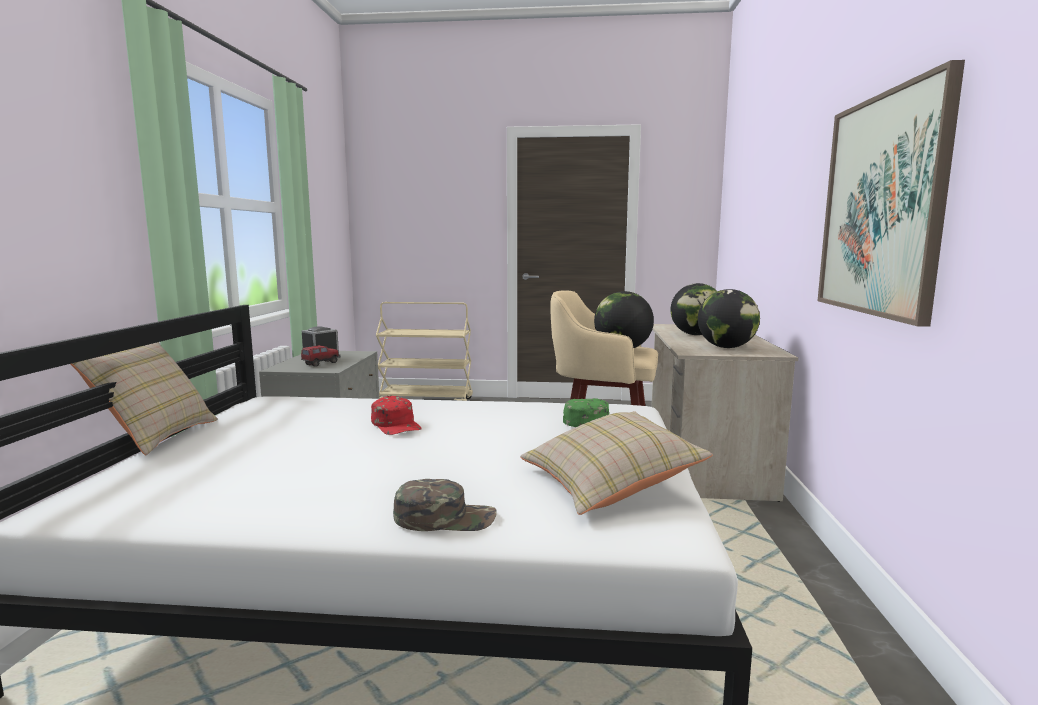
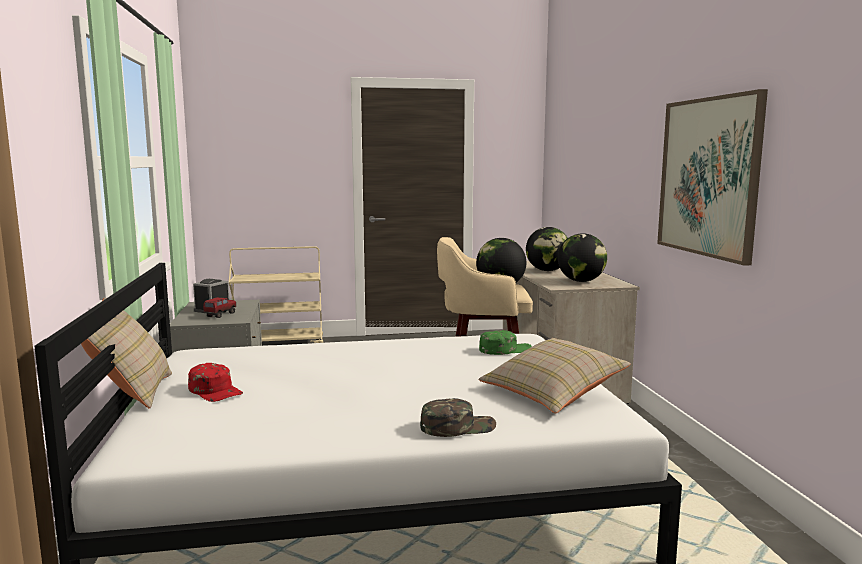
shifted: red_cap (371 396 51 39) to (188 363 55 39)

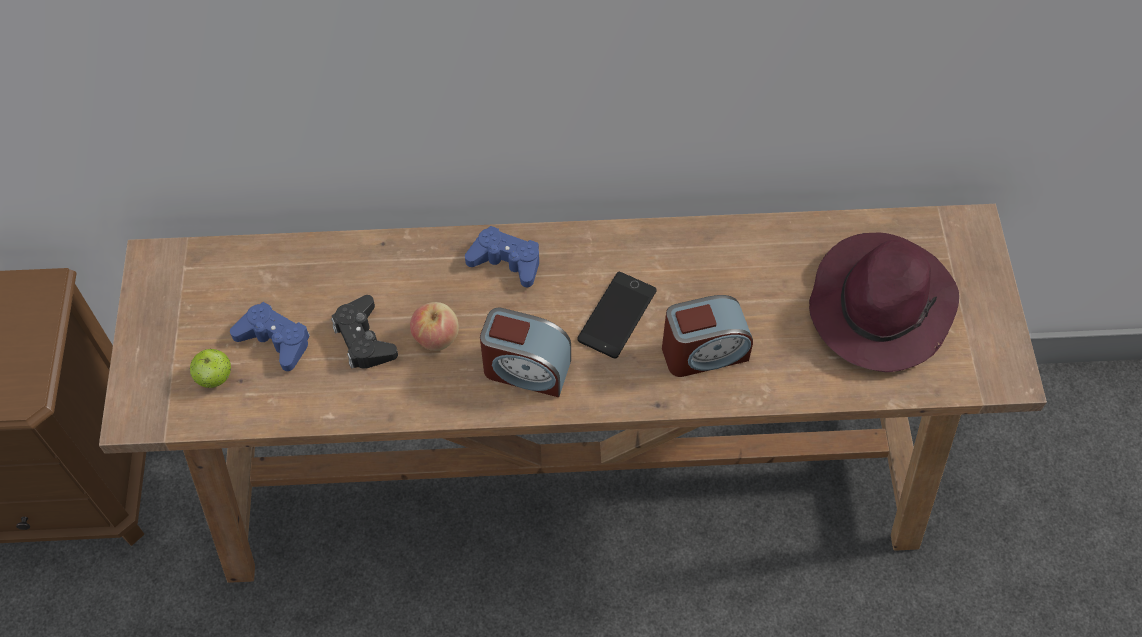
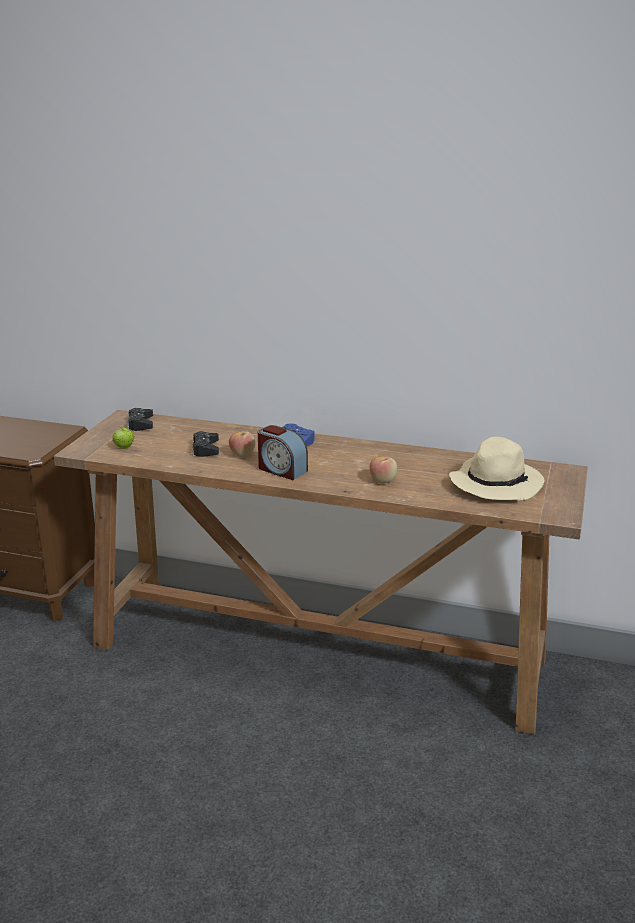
gone: blue_game_controller (230 302 80 69); phone (577 272 80 87)
new: black_game_controller (128 408 25 23)
swapped: alarm_clock (662 295 91 82) to apple (369 456 28 27)
repainted: purple_hat (809 232 150 140) to beige_hat (449 437 95 64)

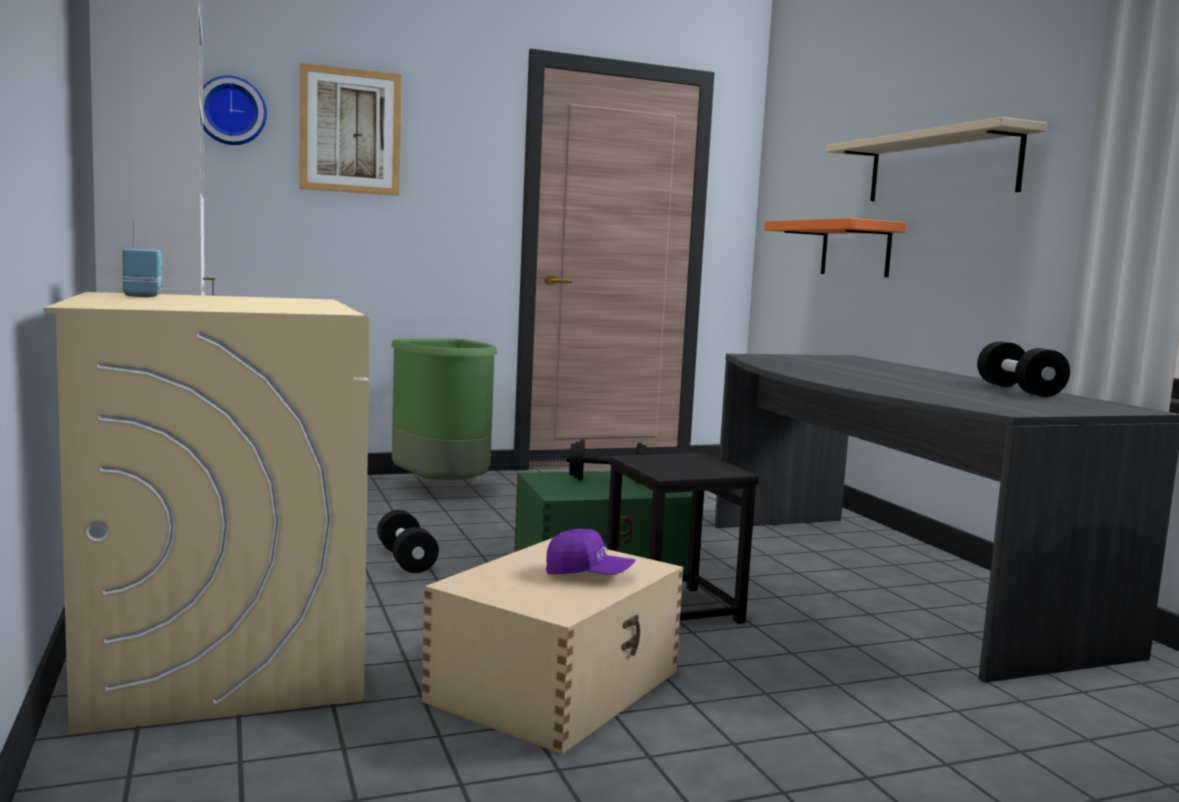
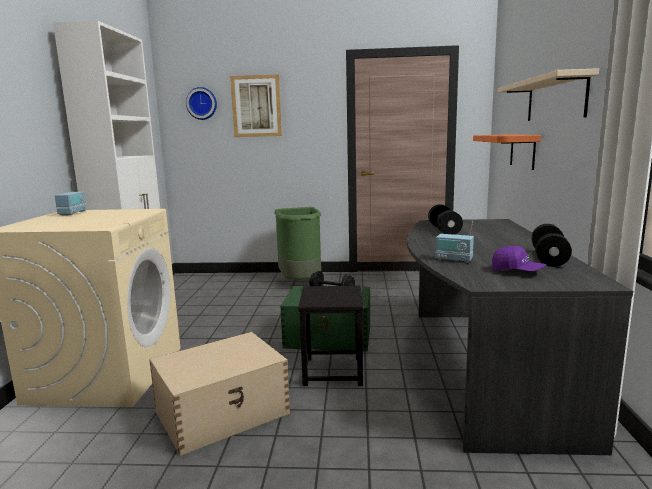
new: radio (436 221 38 42)
shifted: black_dumbbell (377 510 62 63) to (428 204 35 31); purple_cap (546 529 90 46) to (492 246 55 25)

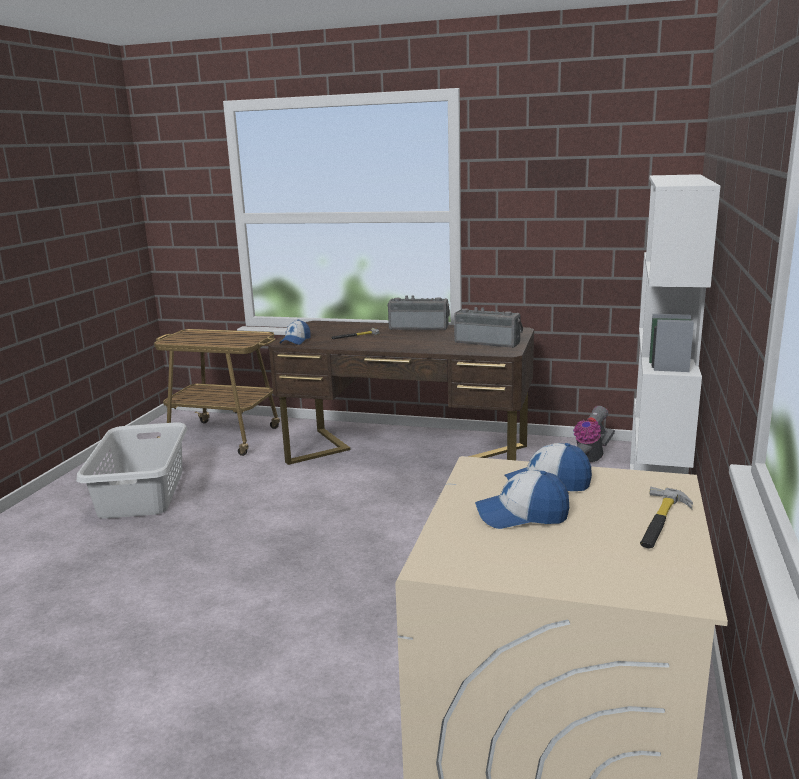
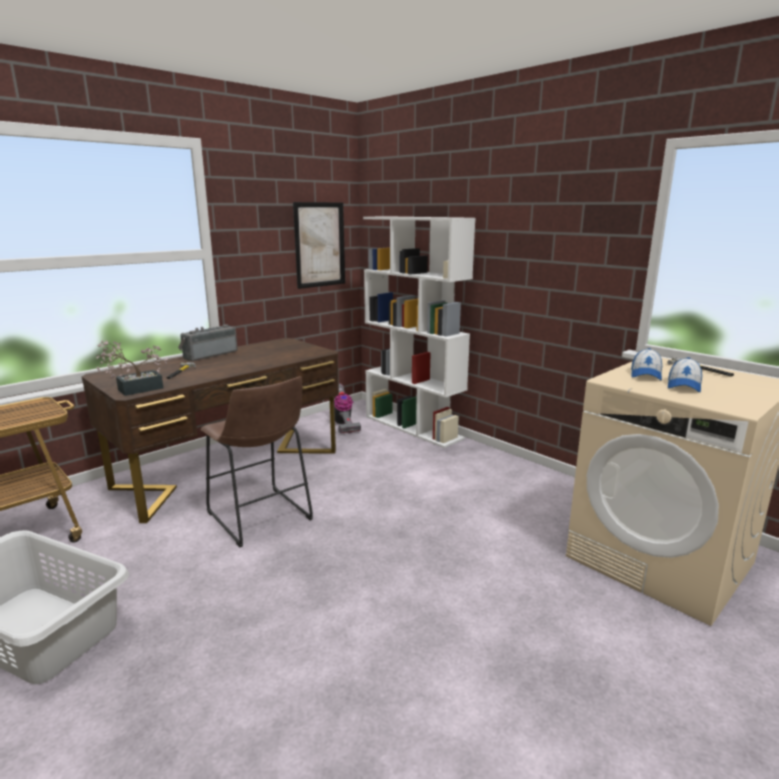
gone: radio (454 307 69 41)
new: brown_stool (201 376 112 171); picture (293 202 52 87)
swapped: cap (280 319 31 26) to potted_plant (96 340 72 56)

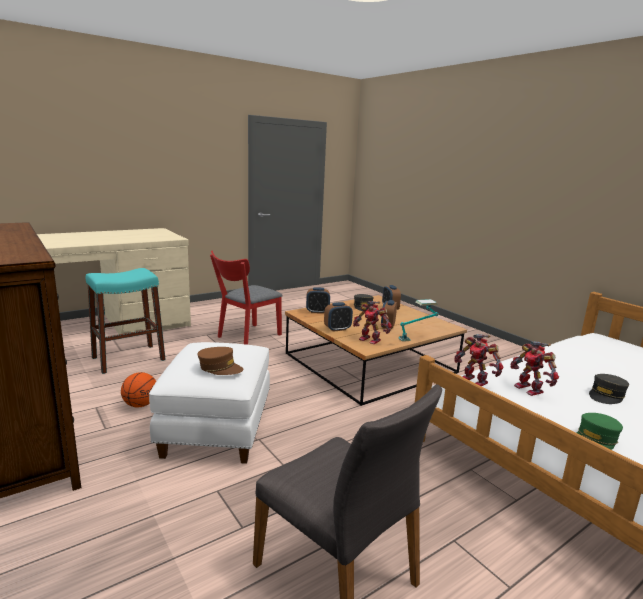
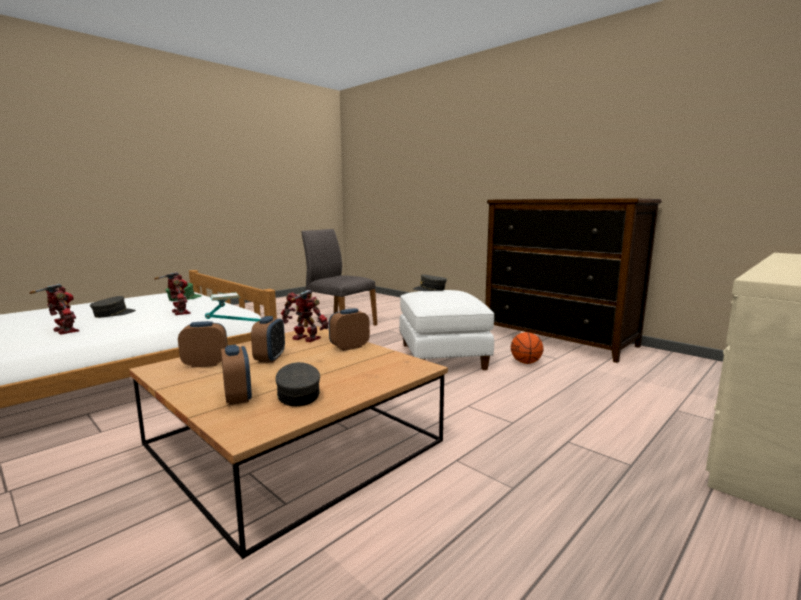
gone: turquoise_stool (86 268 80 106); red_chair (210 251 72 94)
shifted: toy_robot (454 334 50 52) to (29 284 50 50); alarm_clock (306 287 24 27) to (178 321 49 47)
repainted: brown_cap (197 347 46 28) to grey_cap (413 274 34 17)

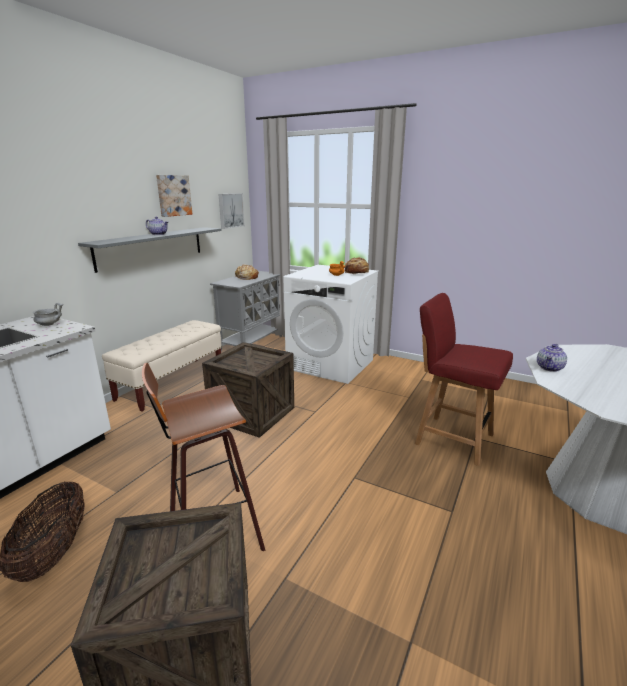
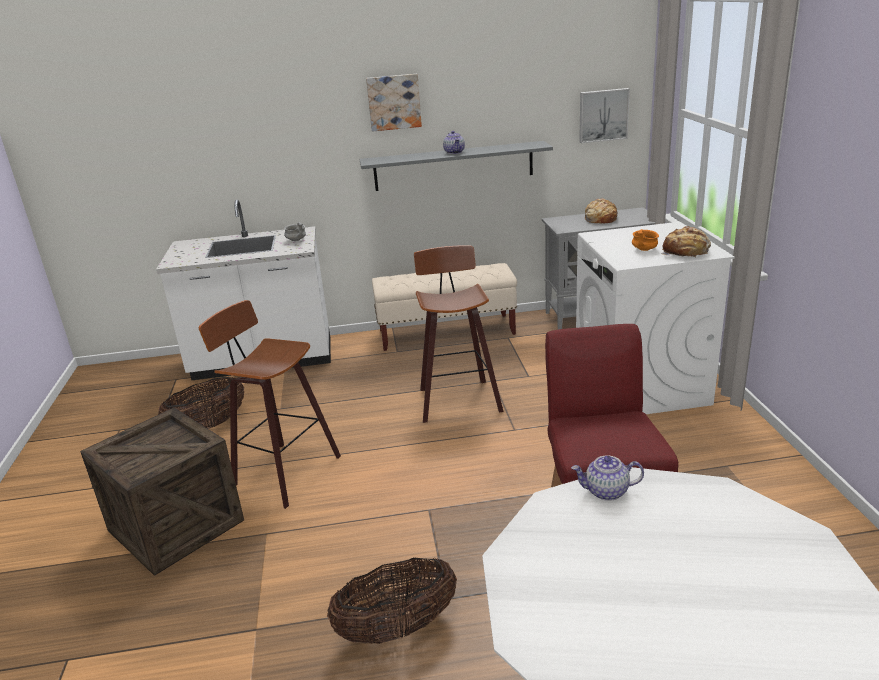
new: basket (327 558 130 86)
shifted: picture (156 175 36 42) to (366 74 56 57)
swapped: crate (202 342 92 96) to stool (414 245 90 178)

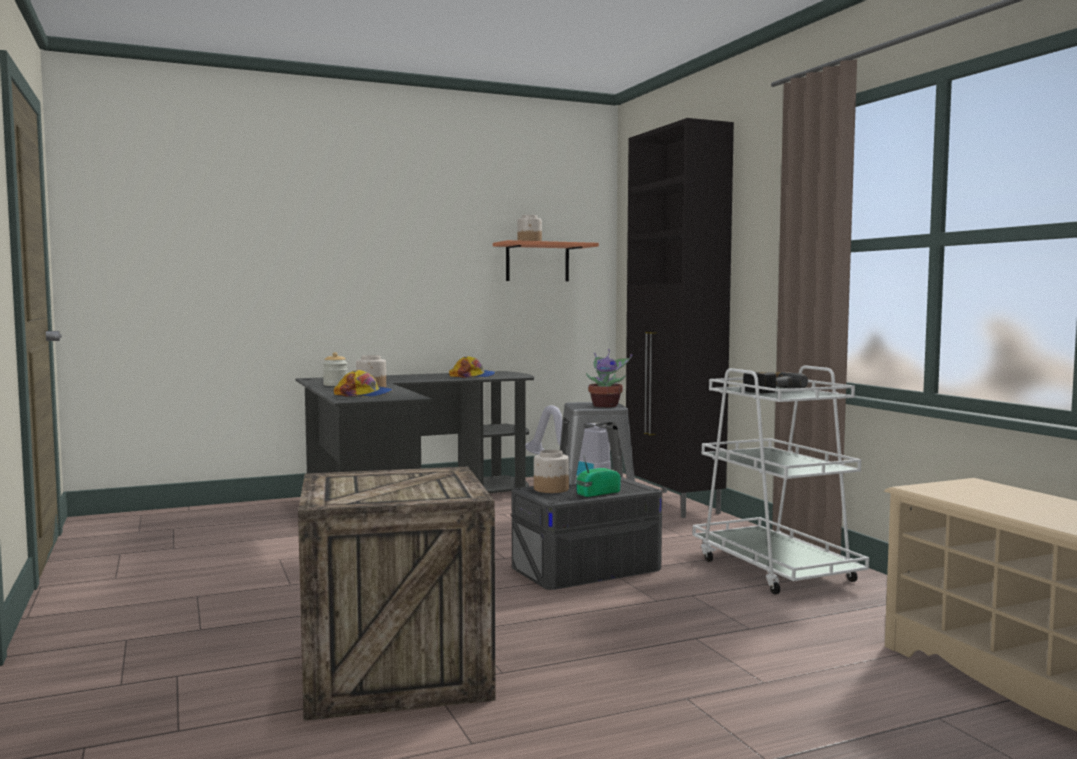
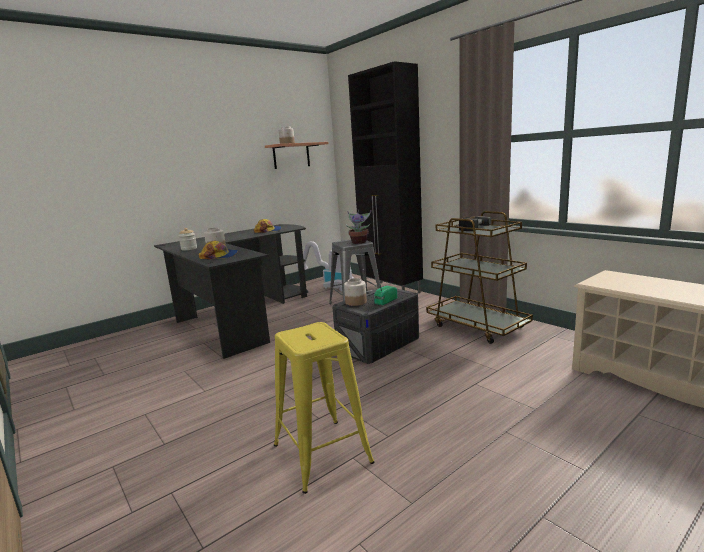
swapped: crate (298 467 198 254) to yellow_stool (274 322 101 172)
repainted: white_cart (693 365 176 230) to brown_cart (426 211 107 133)

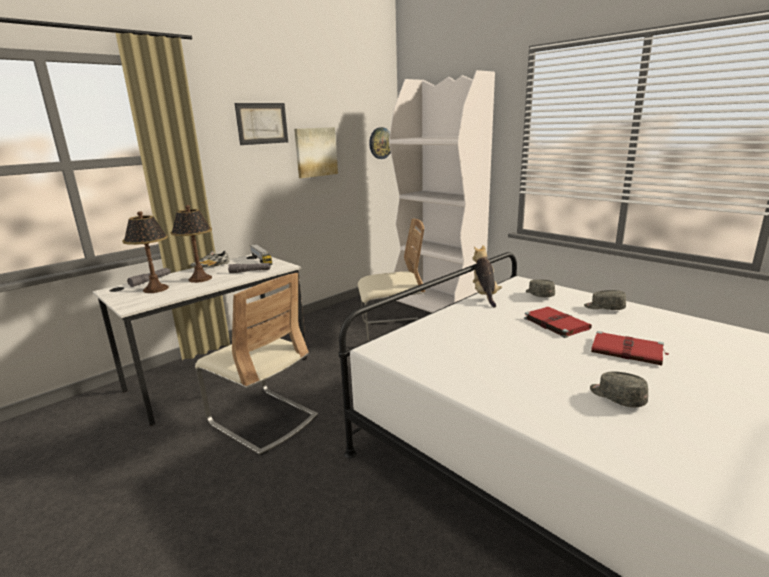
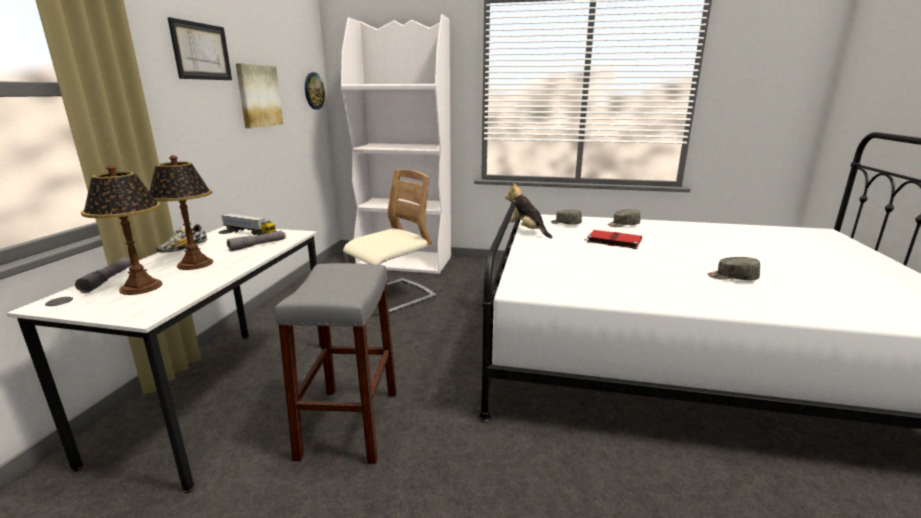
gone: red_book (591 331 78 35)
swapped: beige_chair (195 273 123 182) to grey_stool (275 263 122 201)

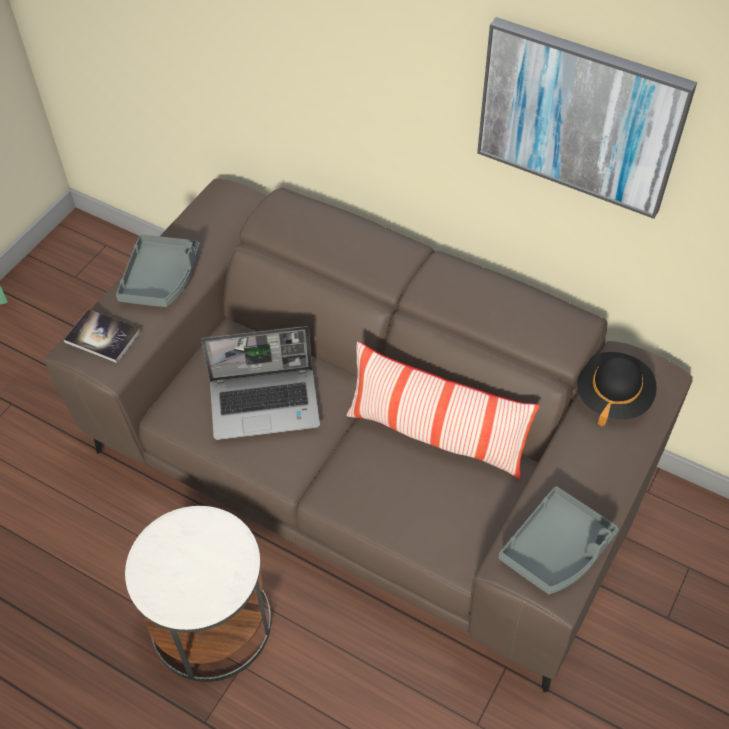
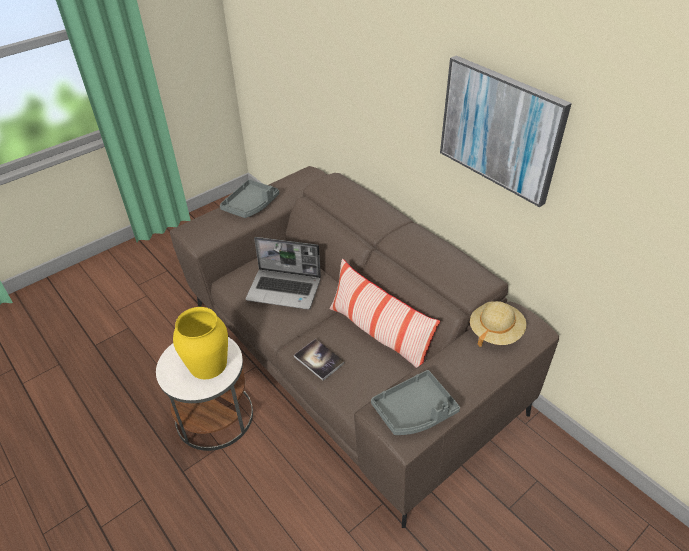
new: yellow_vase (173 307 55 72)
shifted: book (64 309 76 54) to (294 339 51 42)
repainted: black_hat (577 352 80 74) to beige_hat (470 301 57 46)

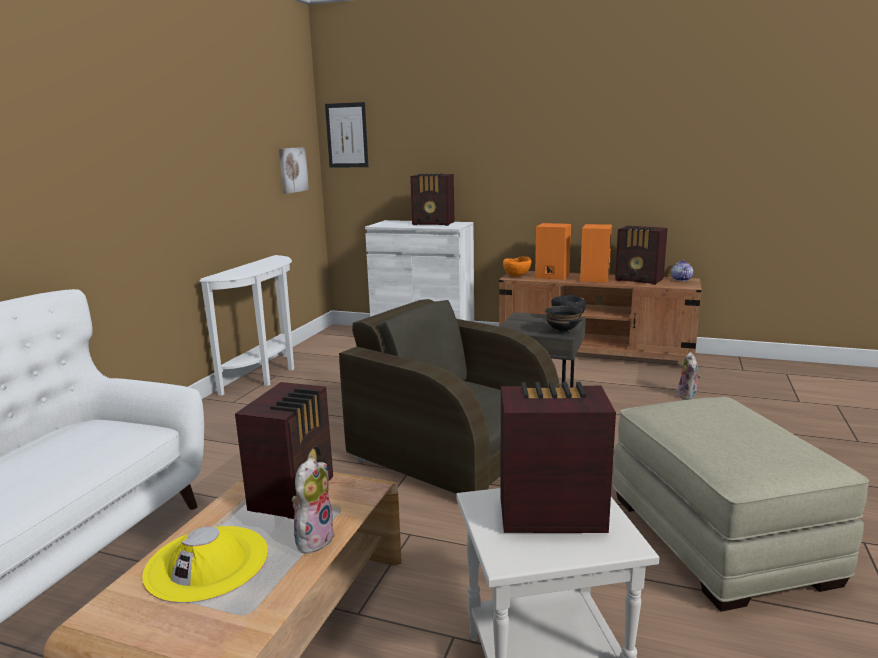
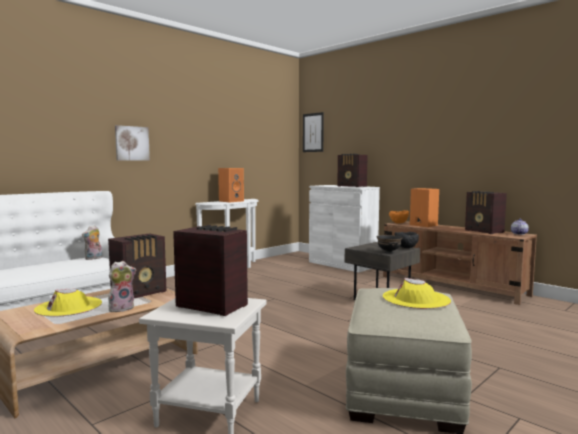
gone: brown_armchair (339 299 221 195)
new: yellow_hat (383 278 68 31)
shifted: plush_toy (677 352 24 48) to (82 225 20 35); picture (279 147 30 47) to (115 125 35 36); orange_speaker (580 224 32 59) to (218 168 26 34)

